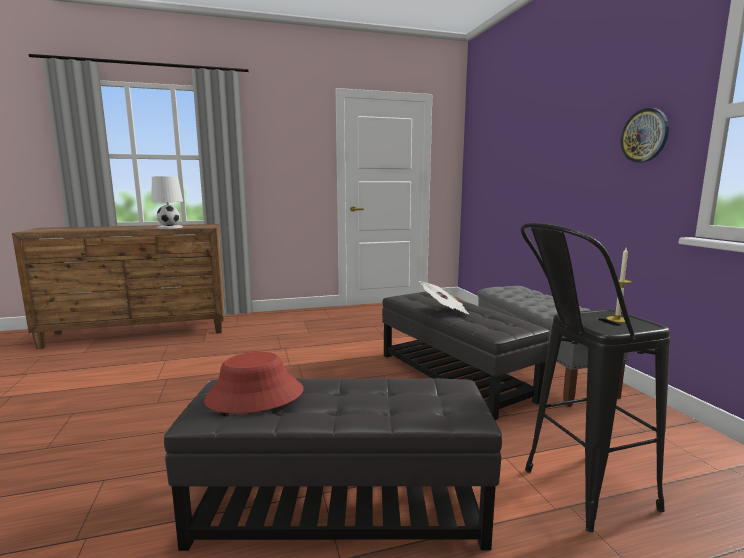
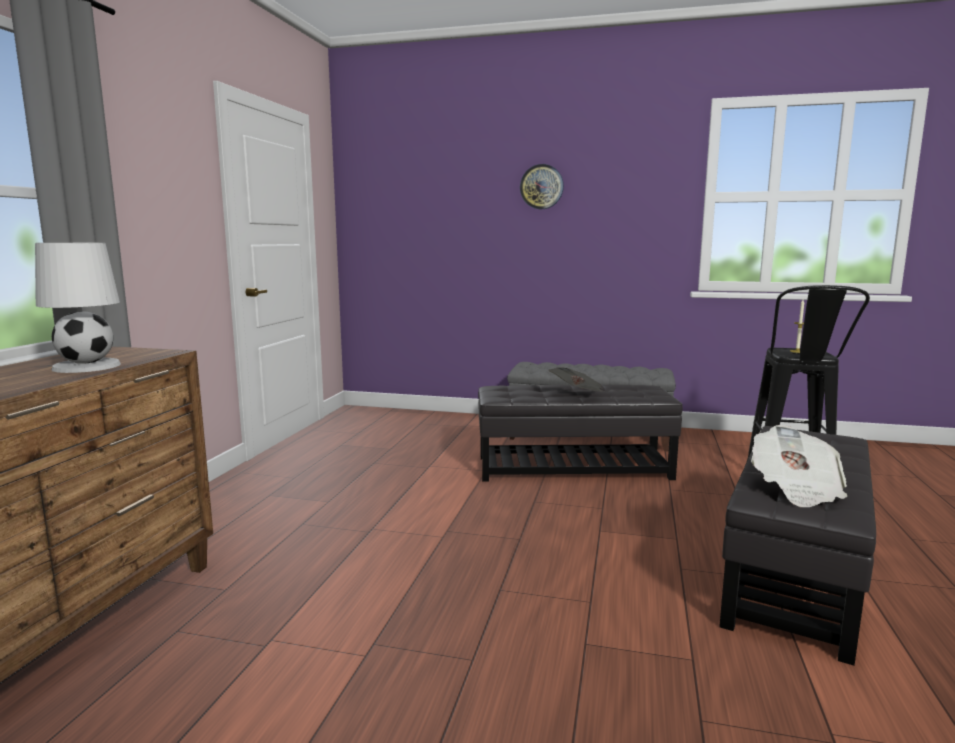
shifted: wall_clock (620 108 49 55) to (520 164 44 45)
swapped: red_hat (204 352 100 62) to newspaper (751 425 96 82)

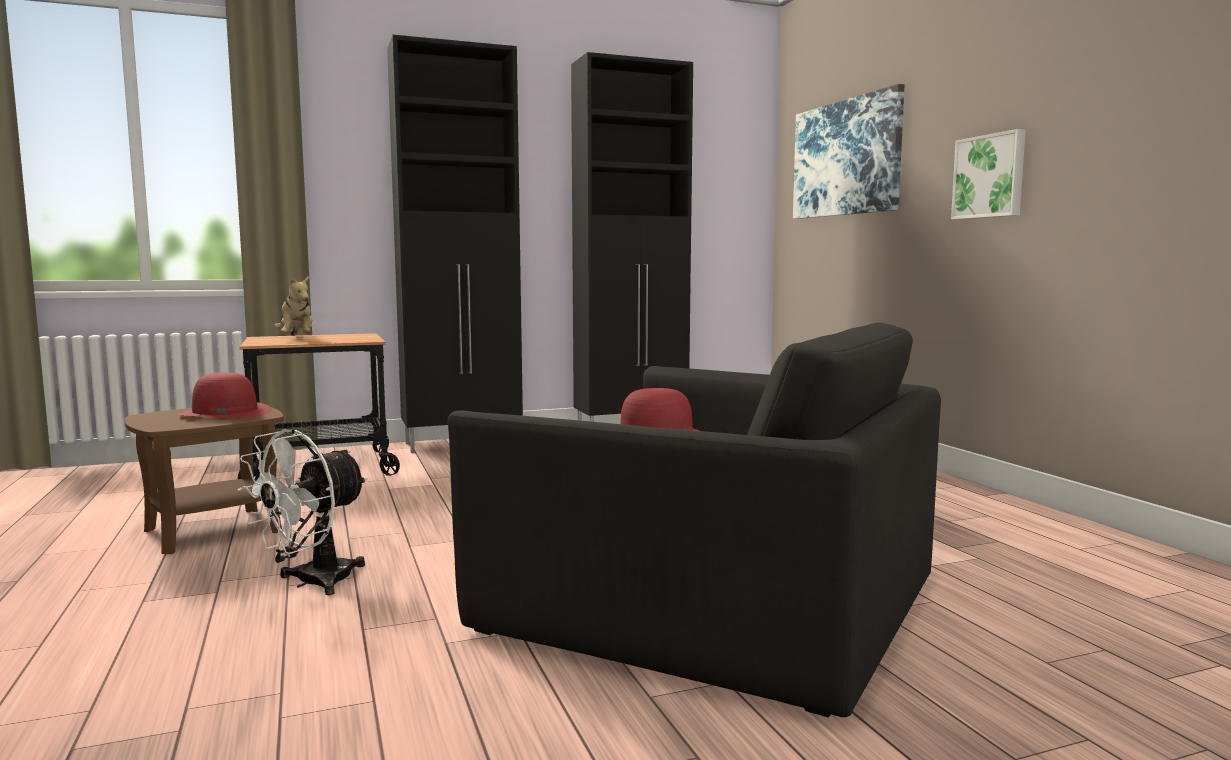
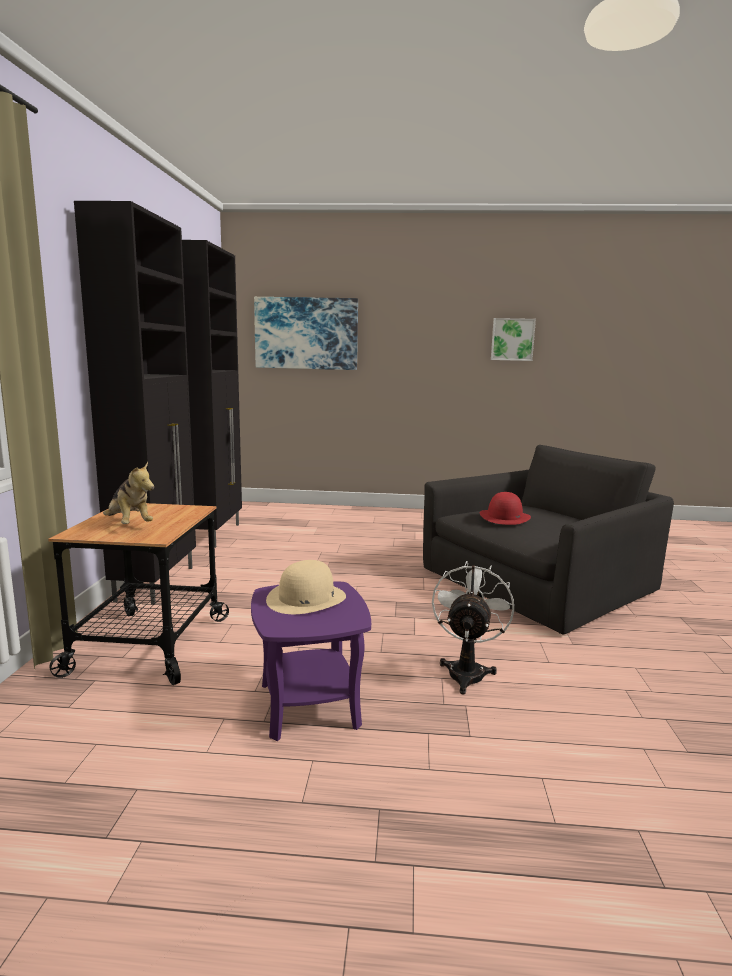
shifted: picture (951 129 75 91) to (491 318 45 43)
repainted: brown_side_table (125 407 159 147) to purple_side_table (251 581 120 160); red_hat (177 372 95 47) to beige_hat (266 560 80 54)
rotated: plush_toy (274 276 38 60) = (103 462 51 62) 45 degrees clockwise; white_fan (237 429 130 166) = (432 561 82 133) 135 degrees counterclockwise

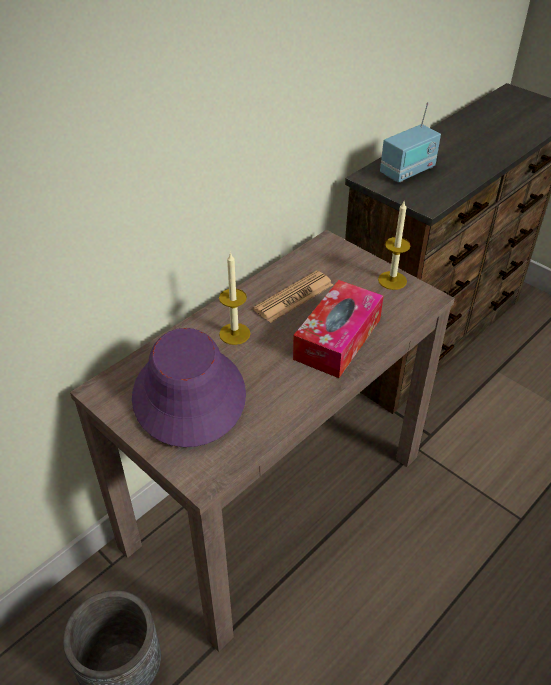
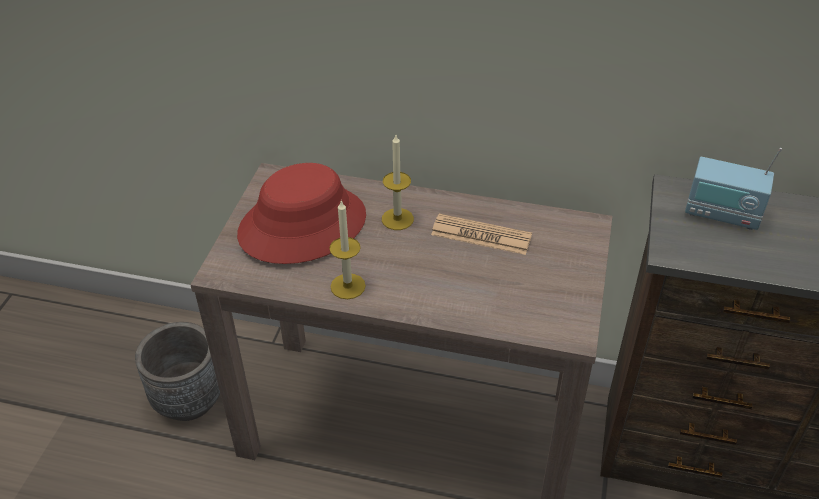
gone: tissue_box (293 280 90 98)
shifted: candle (378 202 33 88) to (329 200 37 99)
repainted: purple_hat (132 328 114 119) to red_hat (237 163 129 101)

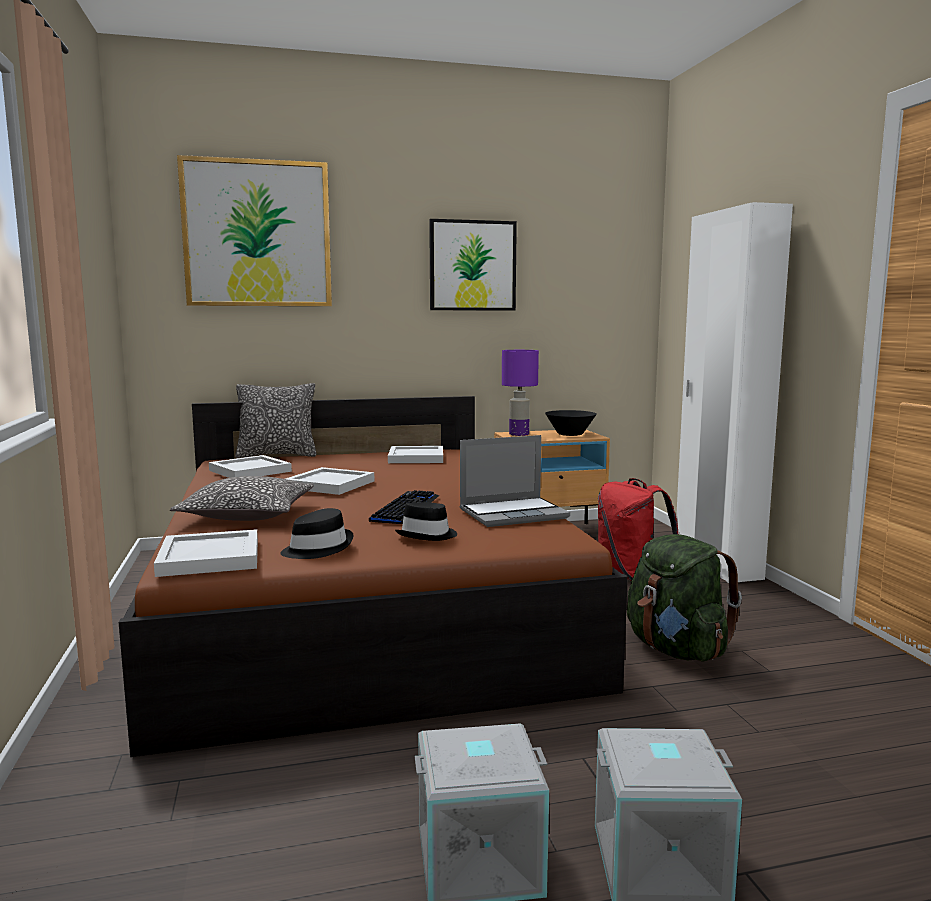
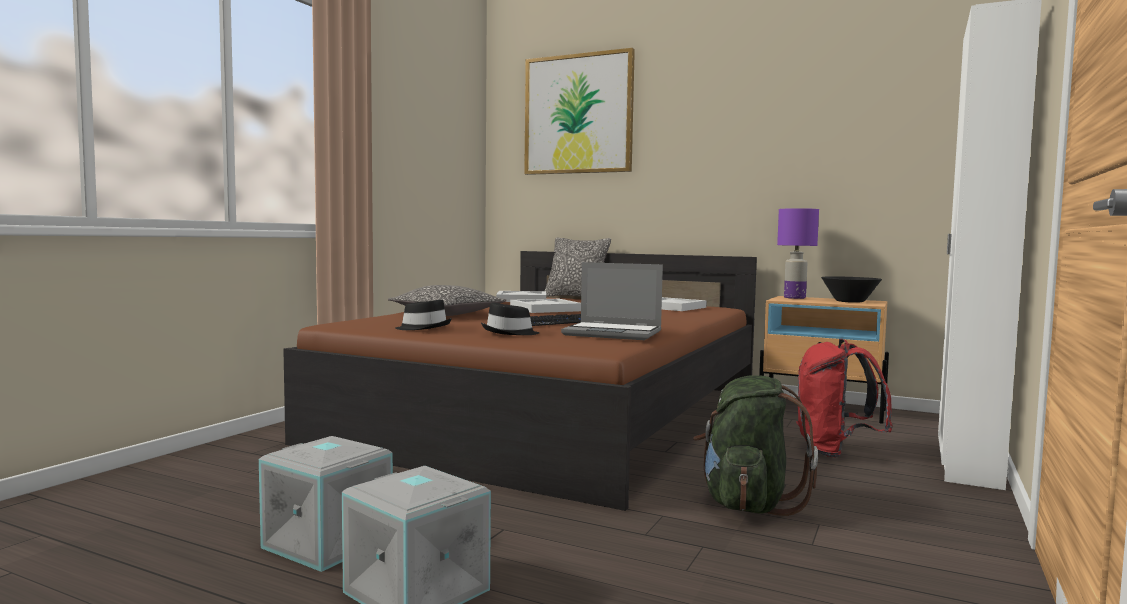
gone: white_tray (154 529 104 48); picture (429 219 88 92)

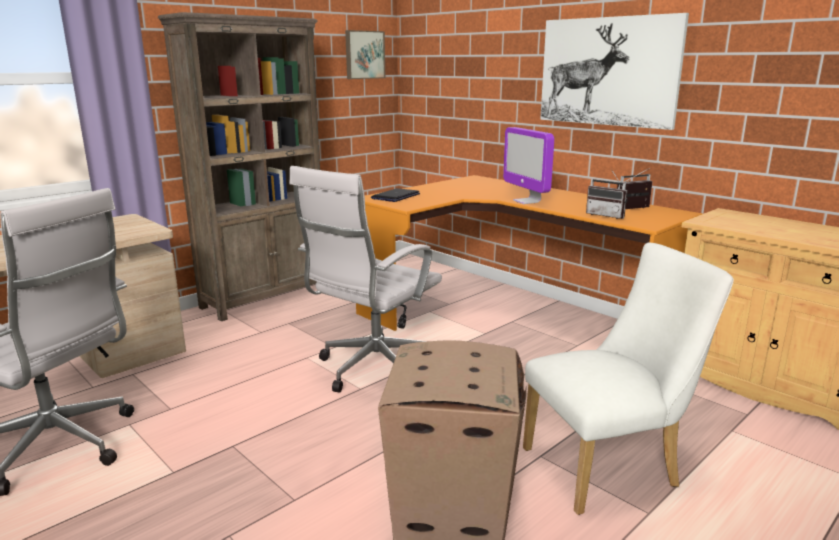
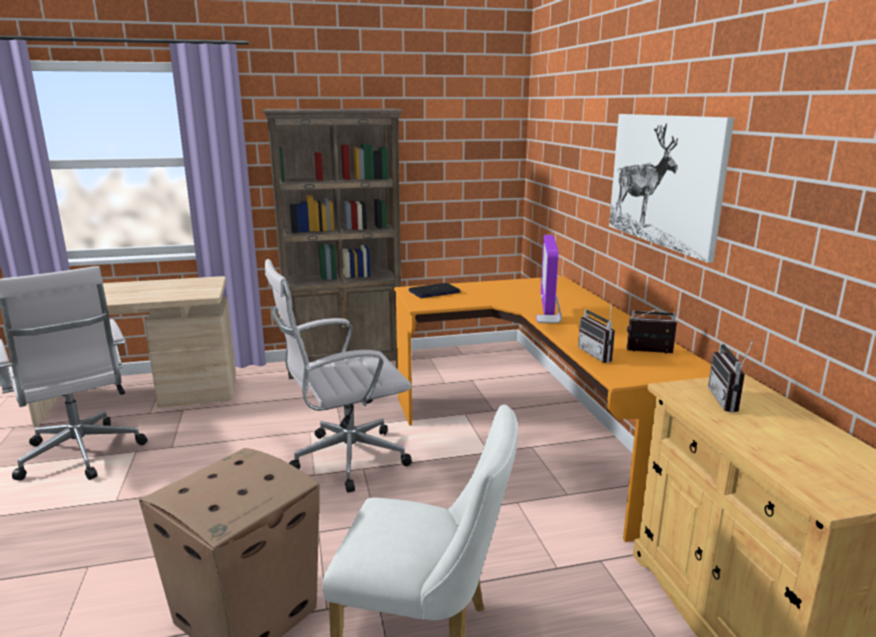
gone: picture (345 30 40 49)
new: radio (708 338 46 75)

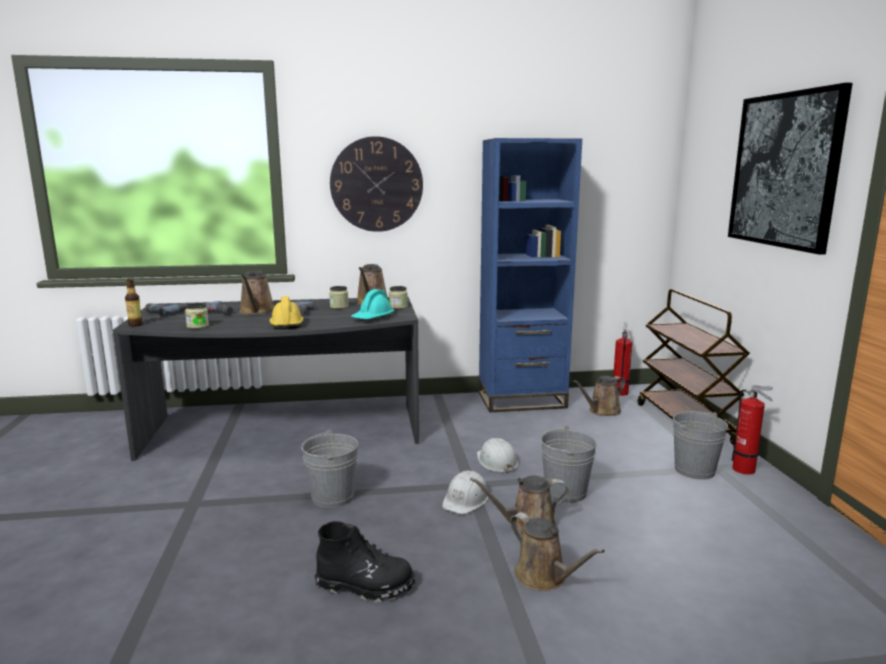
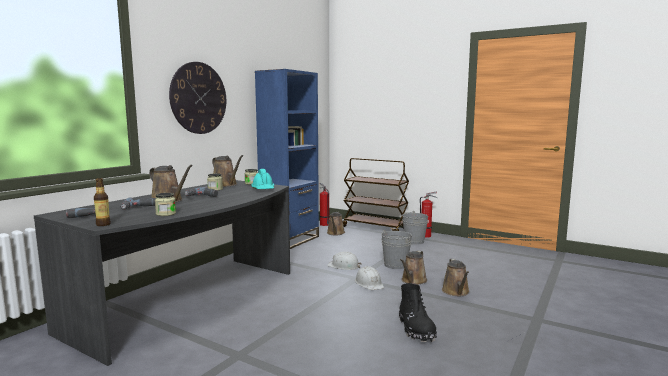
gone: yellow_hard_hat (269 296 35 33); grey_bucket (301 430 57 78); picture (728 83 125 172)
rotated: black_boot (315 521 100 81) = (399 283 38 59) 120 degrees clockwise; brown_watering_can (510 512 95 79) = (442 259 28 37) 90 degrees clockwise

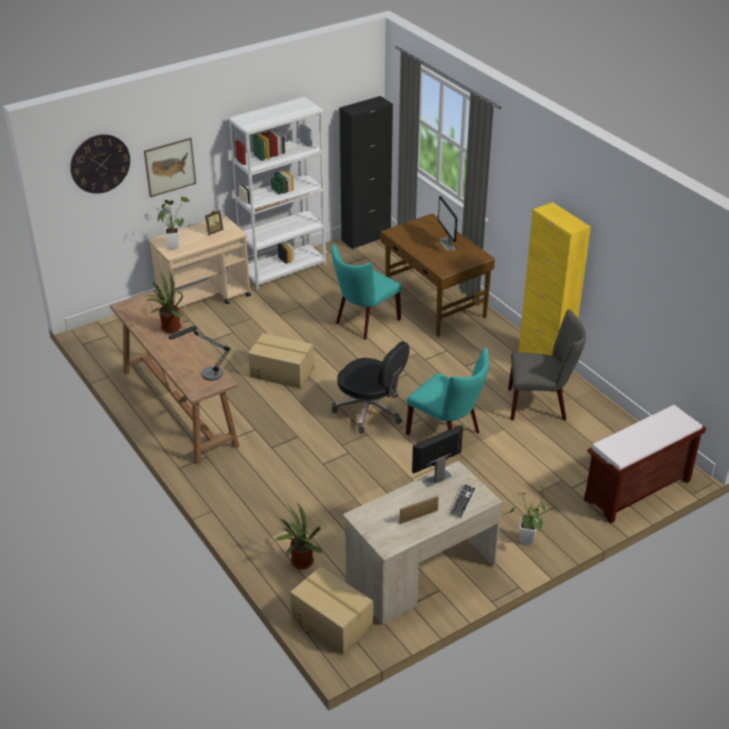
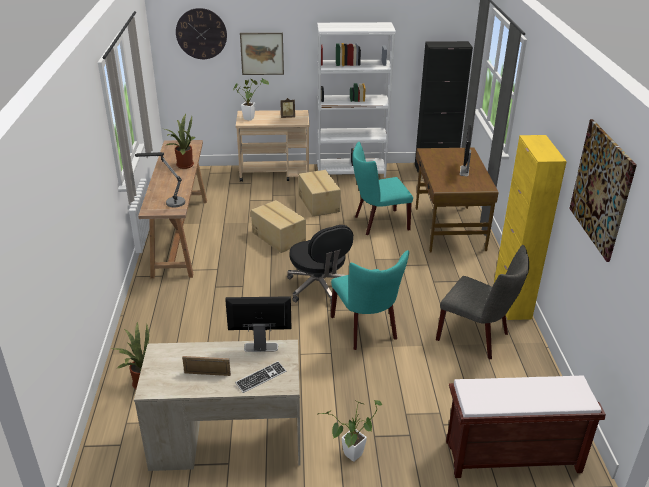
new: picture (569 119 68 143)
shifted: cardboard_box (290 566 83 88) to (299 170 42 46)

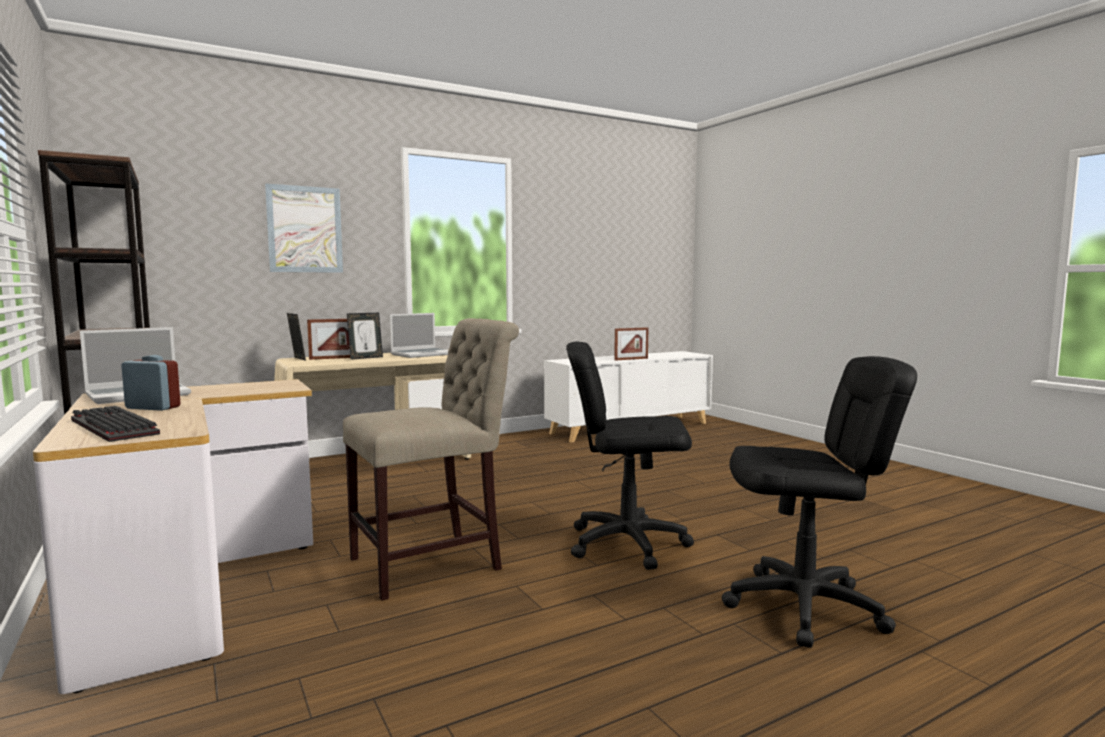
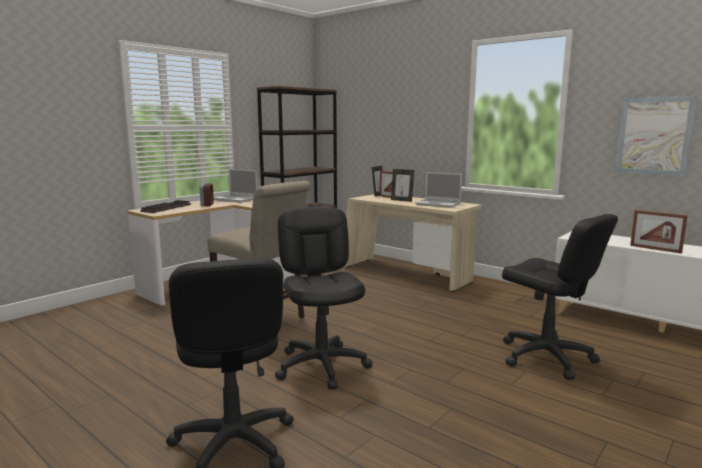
new: black_office_chair (502 214 116 166)
shifted: picture (265 183 78 90) to (615 95 82 81)

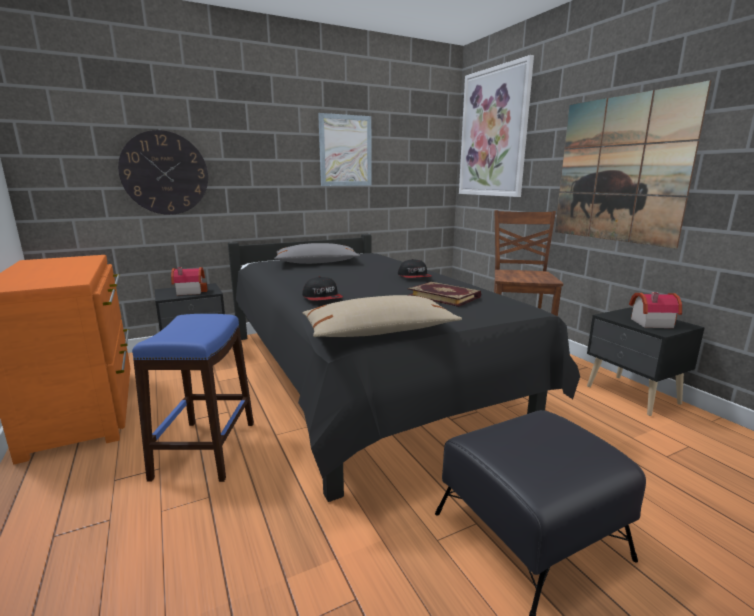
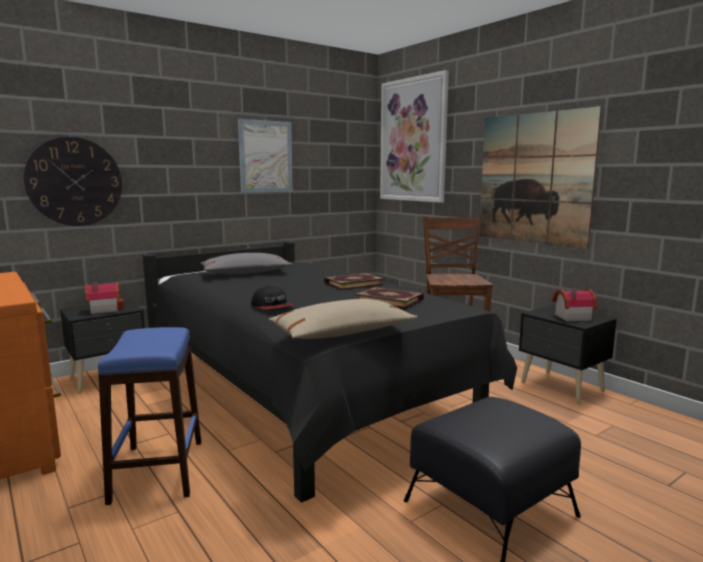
swapped: cap (398 259 34 19) to book (324 273 61 17)

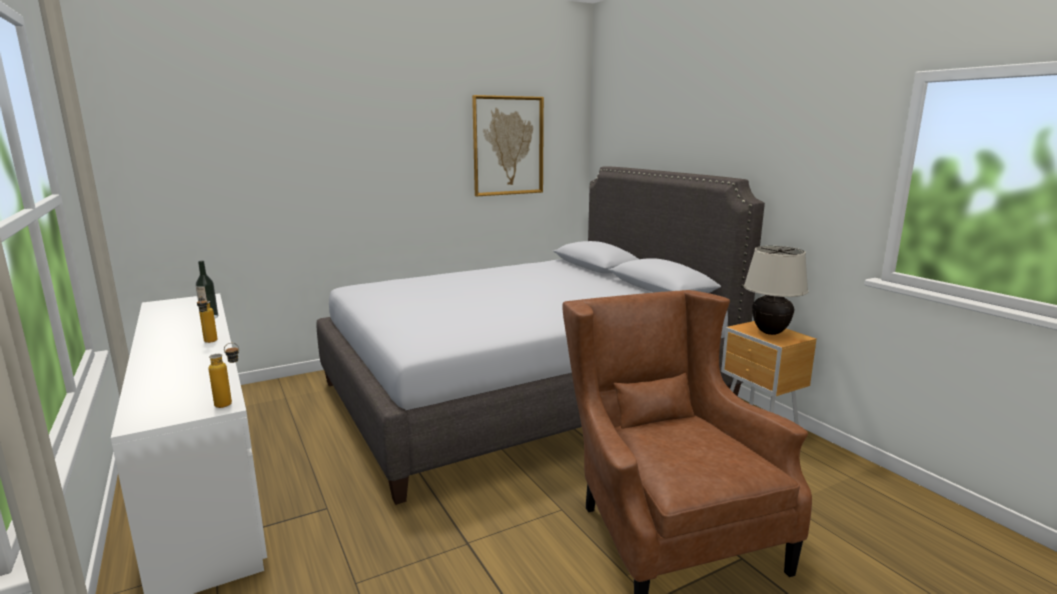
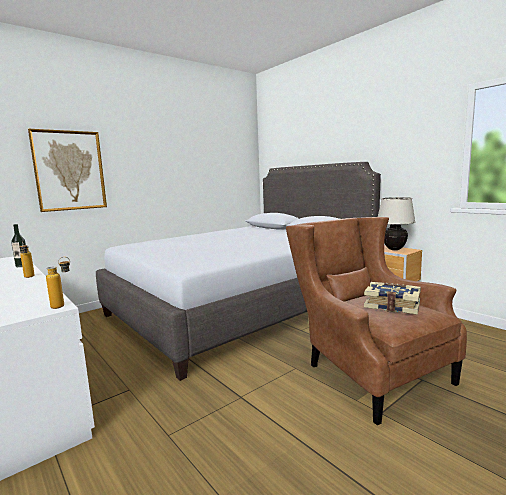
new: book (364 282 57 33)
shifted: picture (472 95 72 101) to (28 129 79 83)

